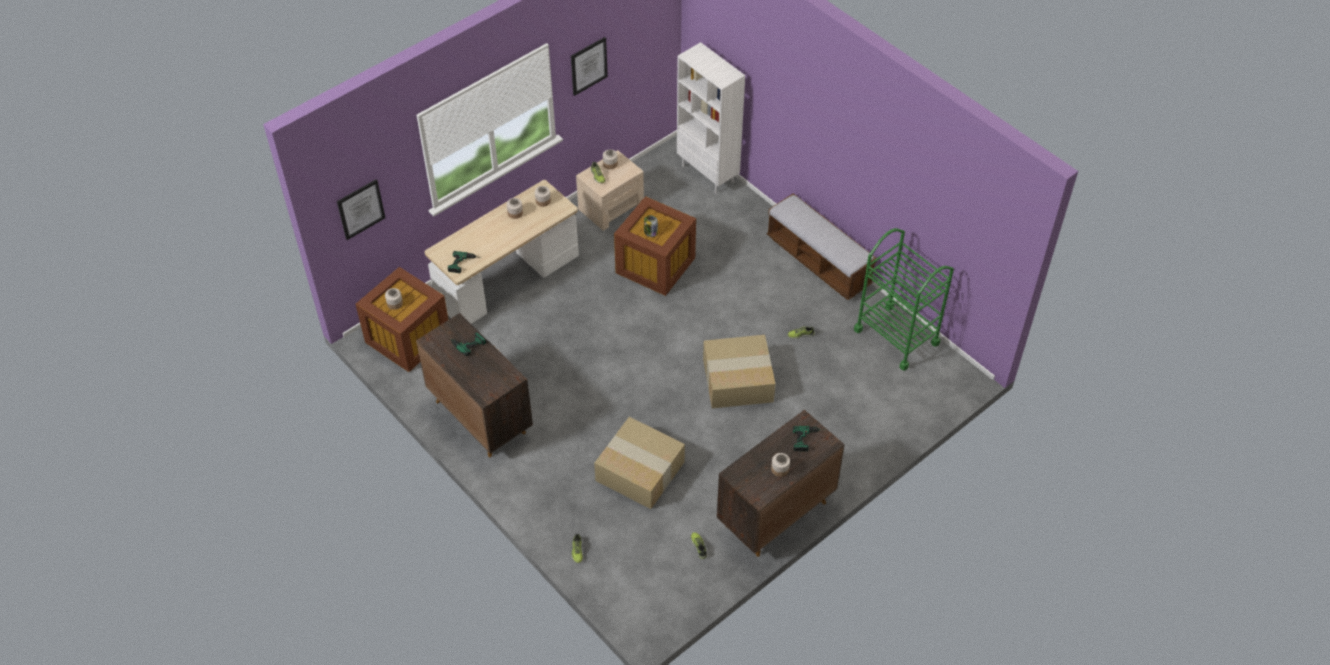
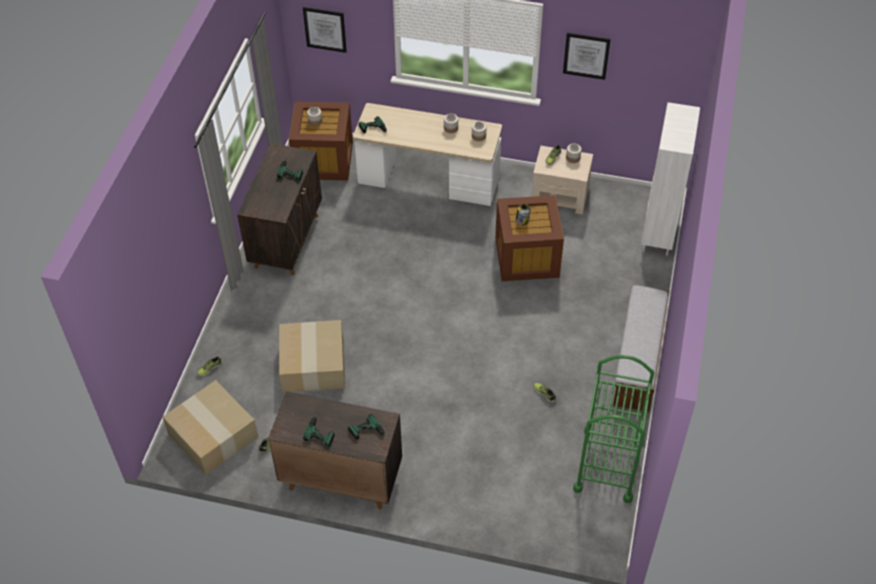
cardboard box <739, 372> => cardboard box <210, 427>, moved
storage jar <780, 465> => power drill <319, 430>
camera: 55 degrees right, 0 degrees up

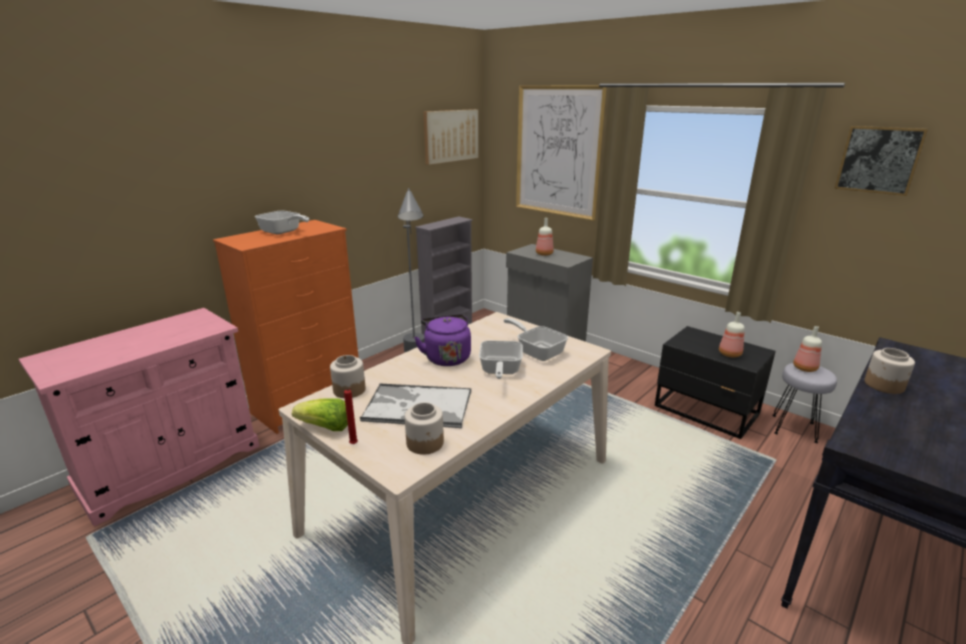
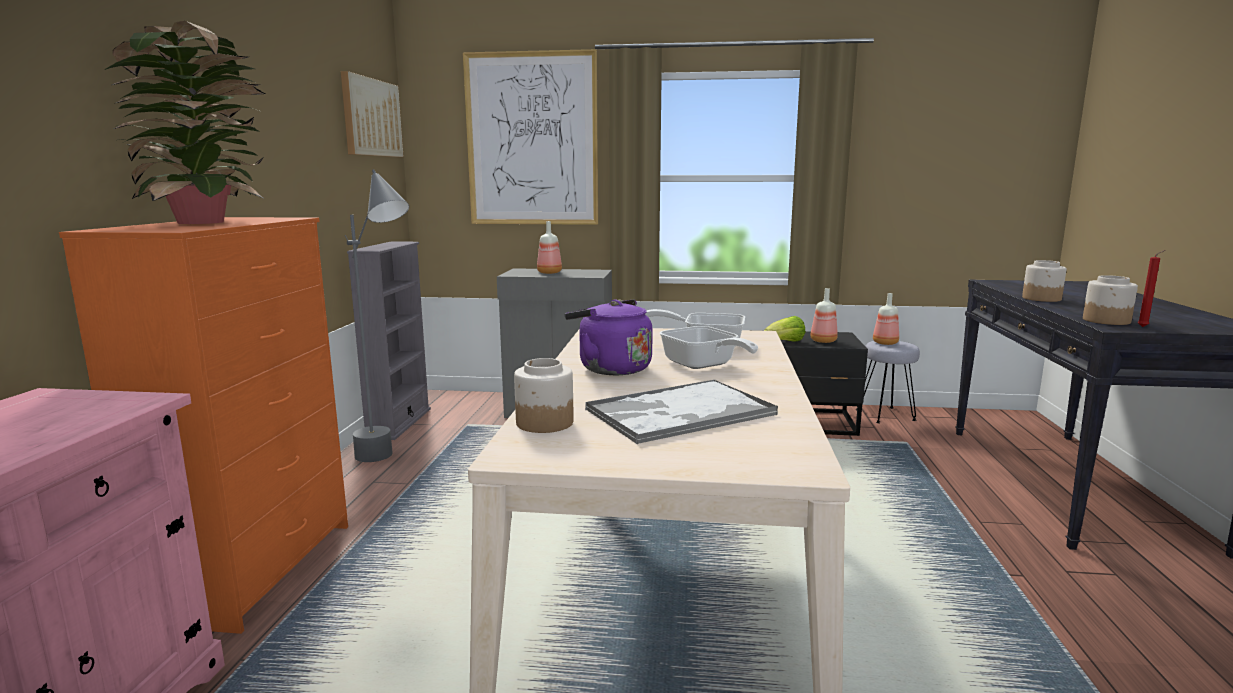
frying pan <282, 222> => houseplant <184, 122>
head of lettuce <320, 414> => head of lettuce <784, 329>, moved
storage jar <424, 428> => storage jar <1110, 300>, moved
red-coloured wax light <351, 415> => red-coloured wax light <1152, 288>, moved
wall picture <881, 161> => nothing
camera: 35 degrees left, 10 degrees down

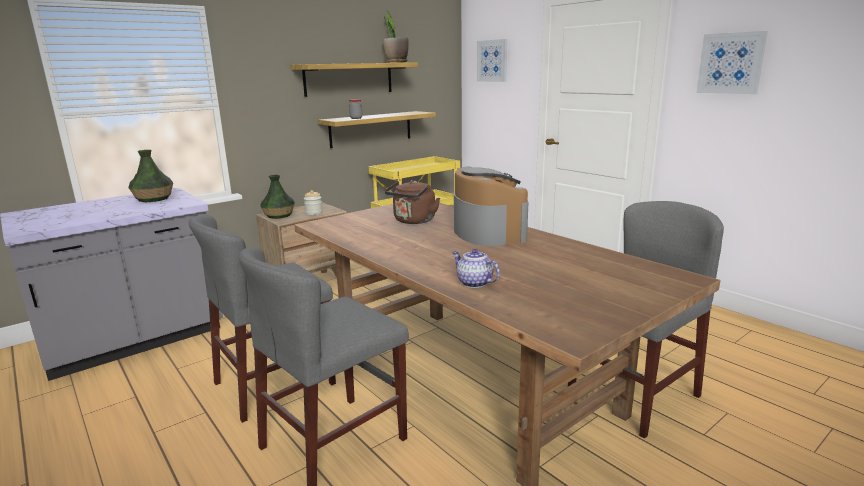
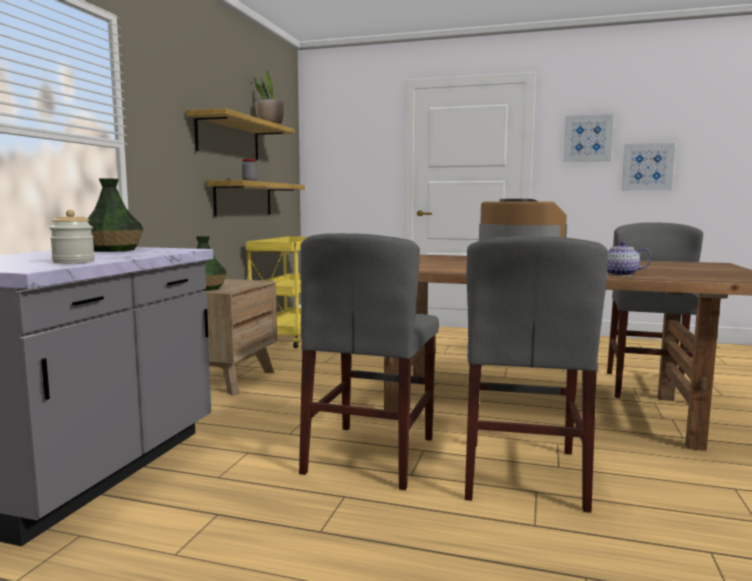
storage jar <313, 202> => storage jar <72, 237>, moved
wall picture <492, 60> => wall picture <648, 166>, moved
brownish kettle <412, 202> => nothing
camera: 35 degrees left, 10 degrees down

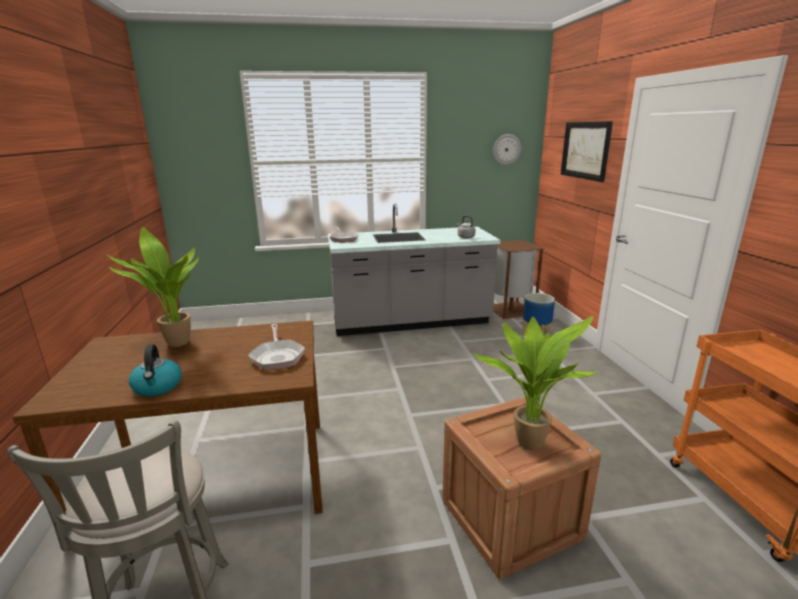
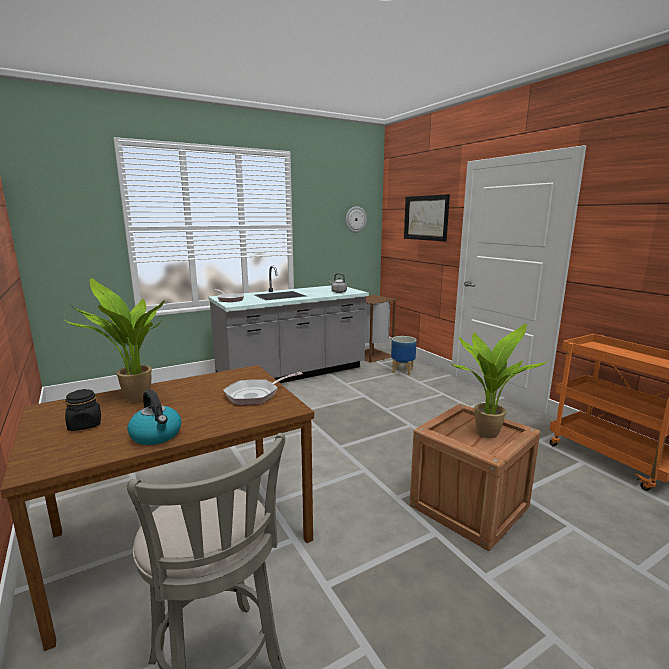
nothing => blackish storage jar <83, 410>
frying pan <276, 347> => frying pan <263, 388>, 90 degrees clockwise
camera: 20 degrees left, 5 degrees down

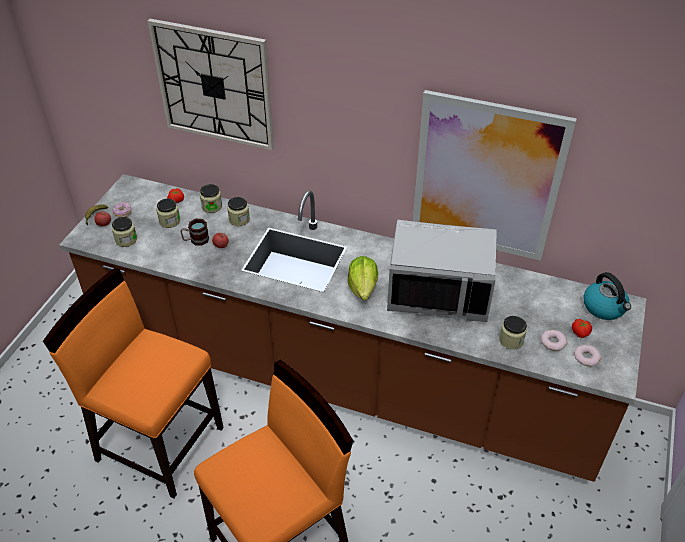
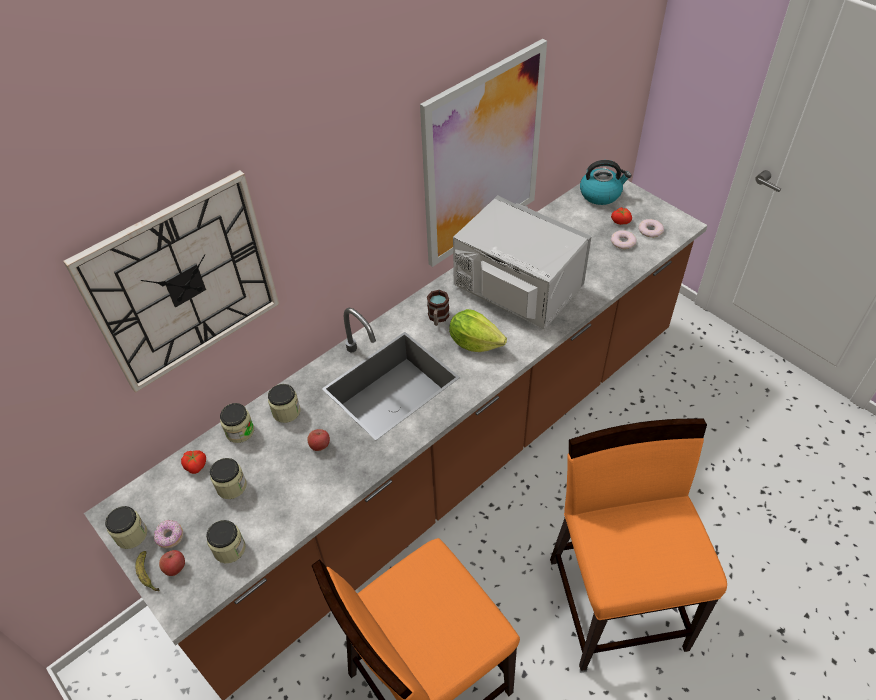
storage jar <513, 333> => storage jar <126, 527>, moved
tea mug <194, 232> => tea mug <438, 308>, moved
greyish microwave <442, 271> => greyish microwave <522, 263>, 90 degrees counterclockwise
camera: 60 degrees left, 5 degrees up

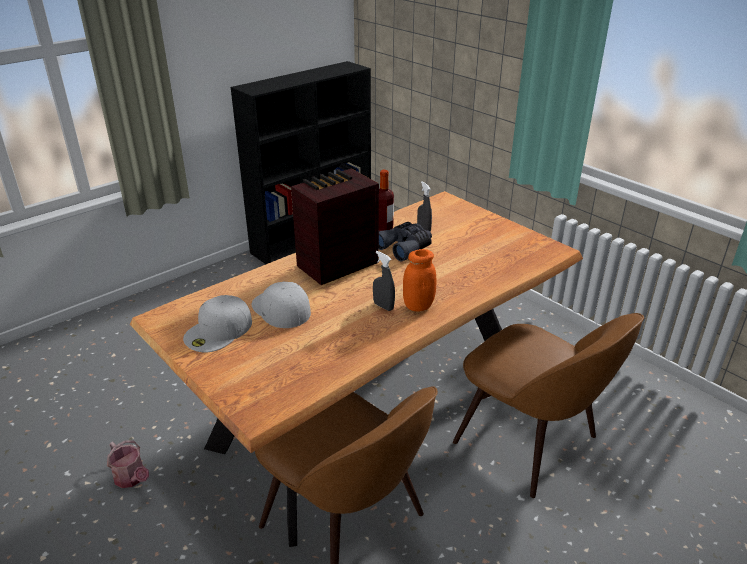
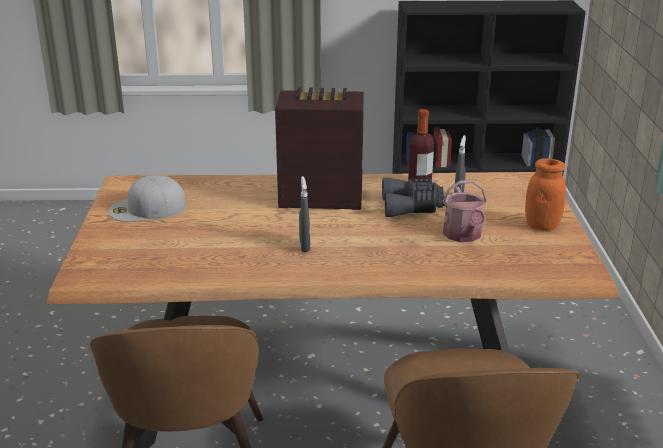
watering can <128, 464> => watering can <465, 211>, moved
orange storage jar <420, 280> => orange storage jar <545, 194>, moved
white-coloured peaked cap <281, 305> => nothing
camera: 40 degrees right, 5 degrees down

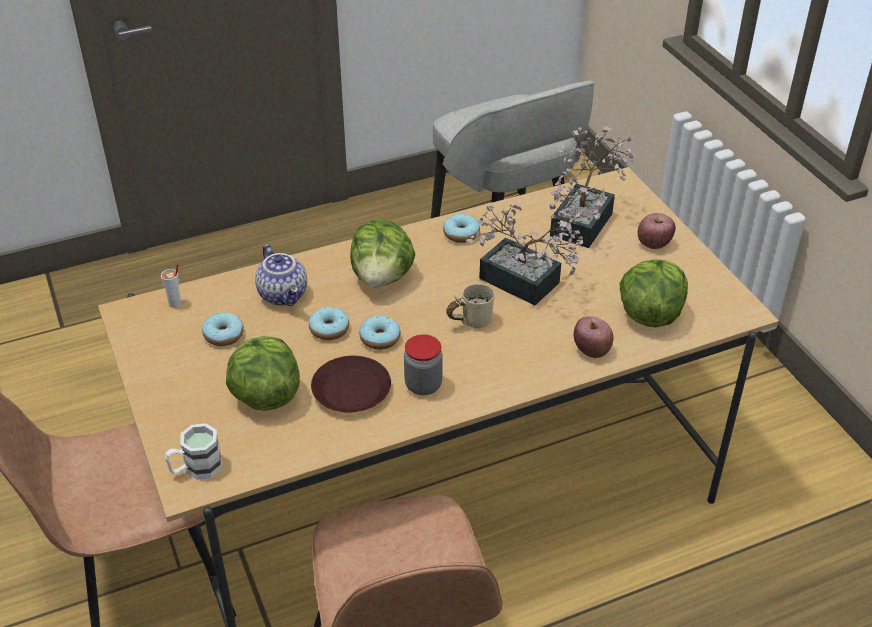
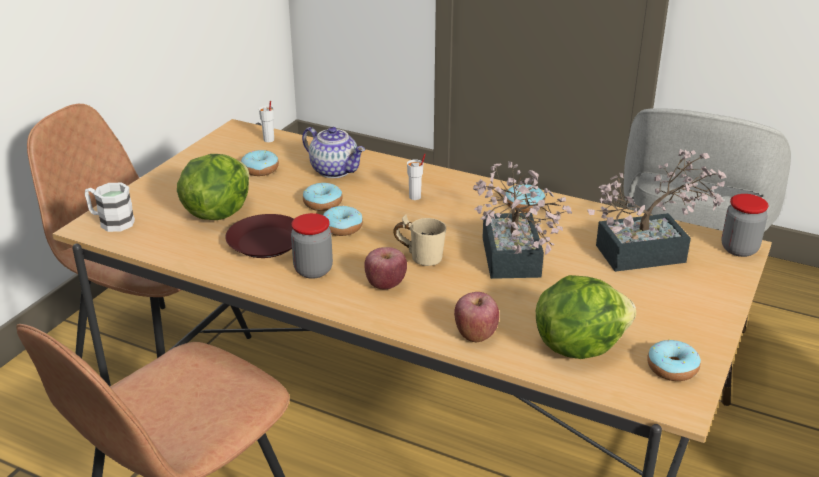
teapot <281, 275> => teapot <333, 152>, 75 degrees counterclockwise
apple fruit <656, 231> => apple fruit <385, 268>, moved
head of lettuce <382, 253> => white-coloured drinking cup <416, 176>
nothing => ring doughnut <674, 360>
nothing => storage jar <745, 225>
camera: 50 degrees right, 10 degrees down

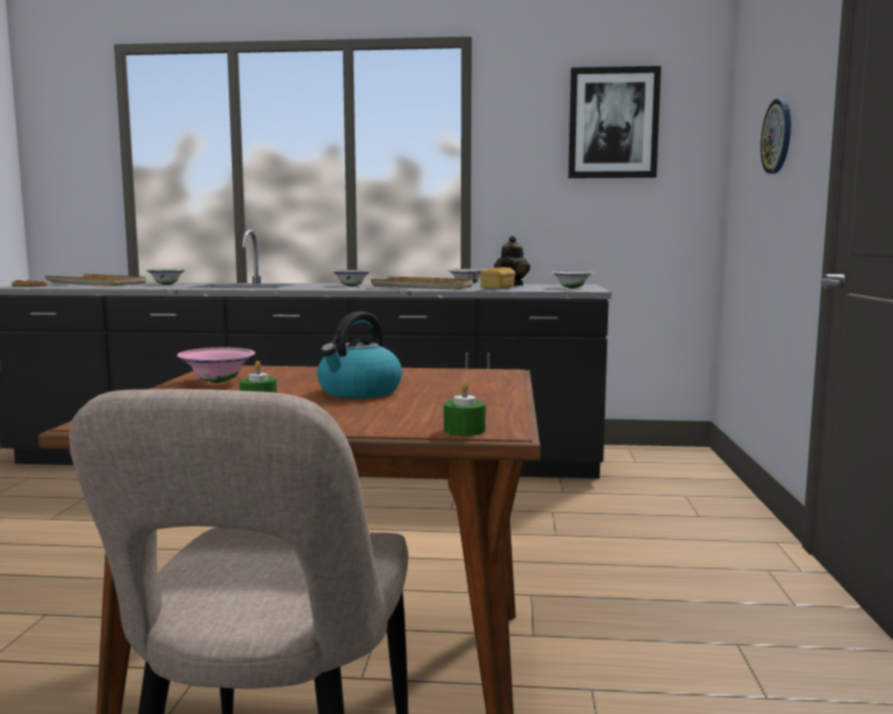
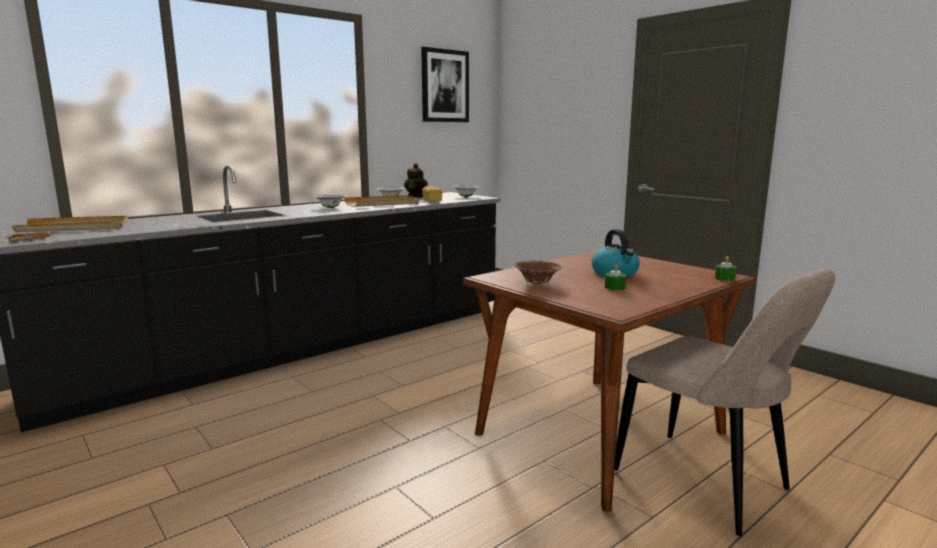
pink-coloured deep dish <216, 365> => brownish deep dish <538, 273>
white-coloured deep dish <166, 277> => nothing
clock on the wall <775, 136> => nothing
camera: 45 degrees left, 5 degrees up

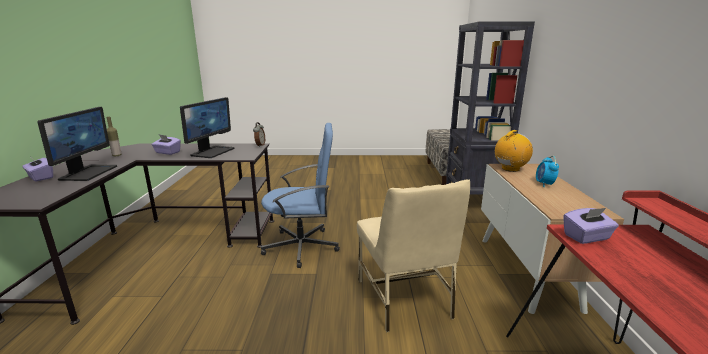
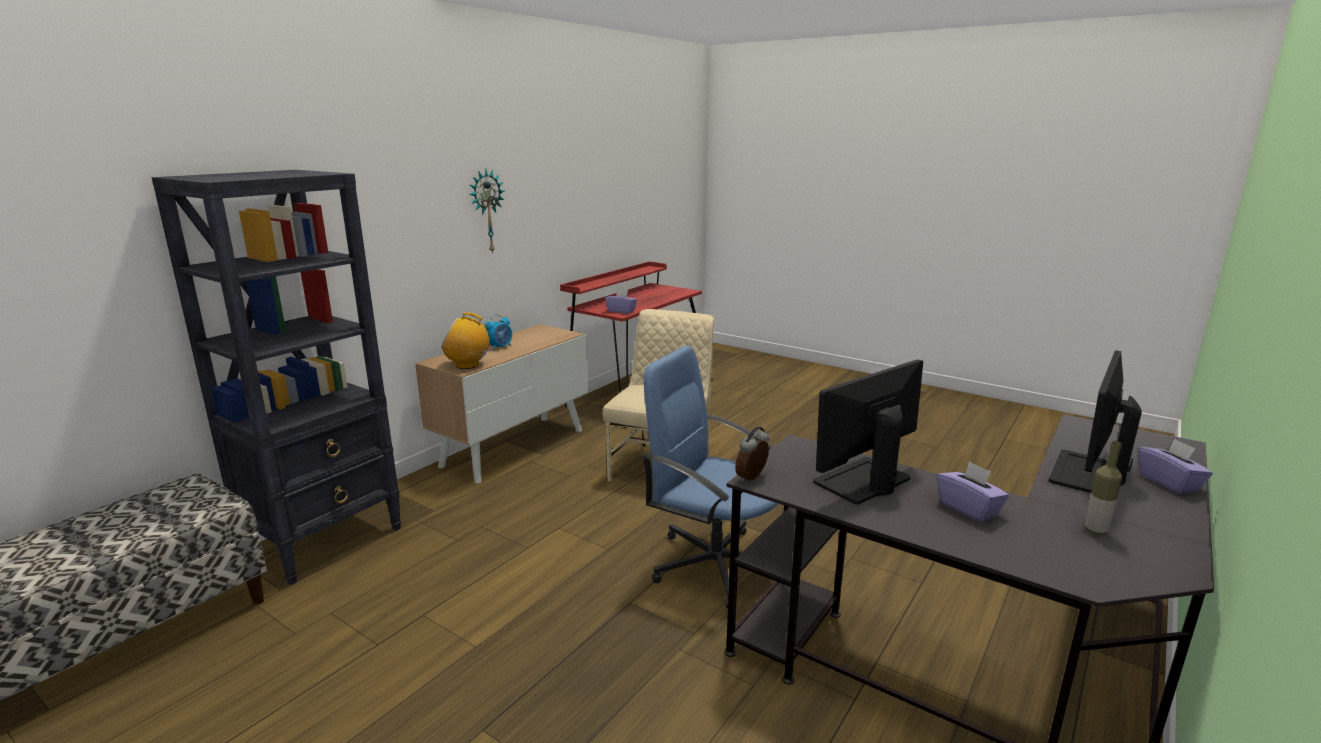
nothing => clock on the wall <486, 211>
camera: 145 degrees left, 0 degrees up

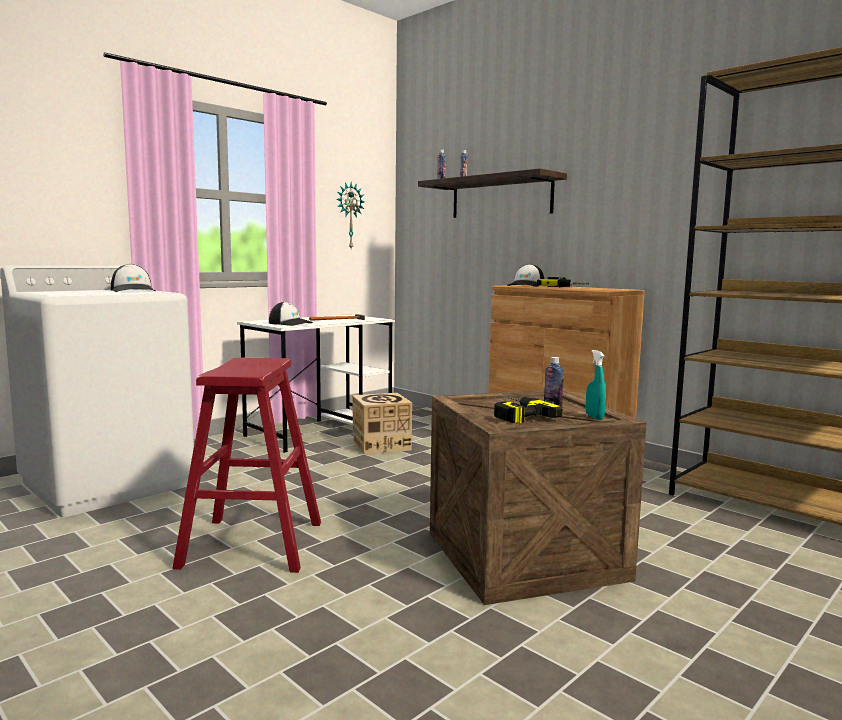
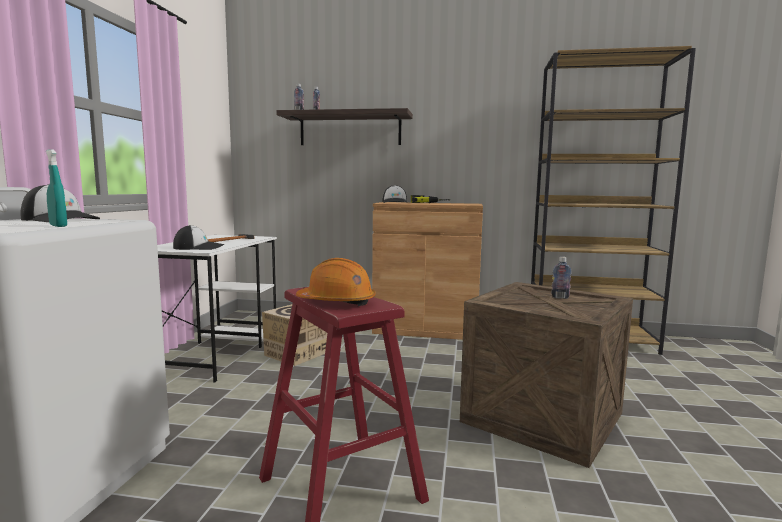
turquoise-coloured sprayer <596, 385> => turquoise-coloured sprayer <56, 188>, moved
nothing => orange hard hat <335, 282>
clock on the wall <350, 215> => nothing
power drill <528, 409> => nothing
camera: 35 degrees left, 0 degrees up

